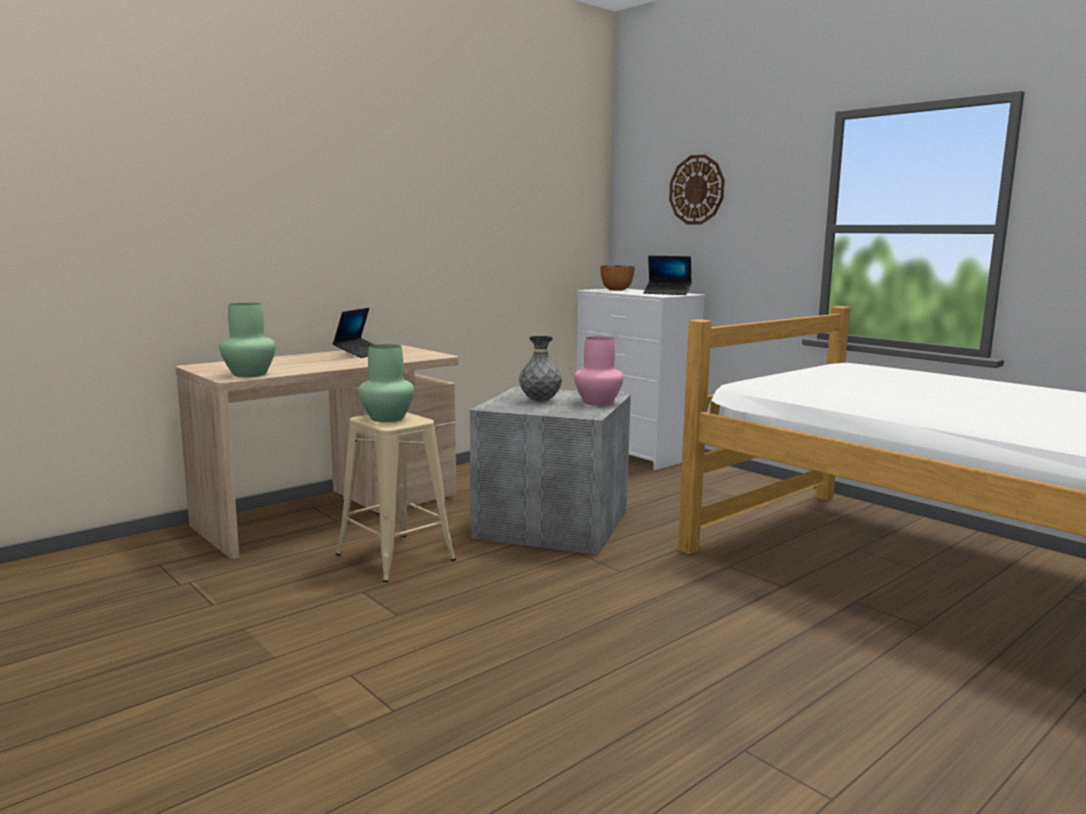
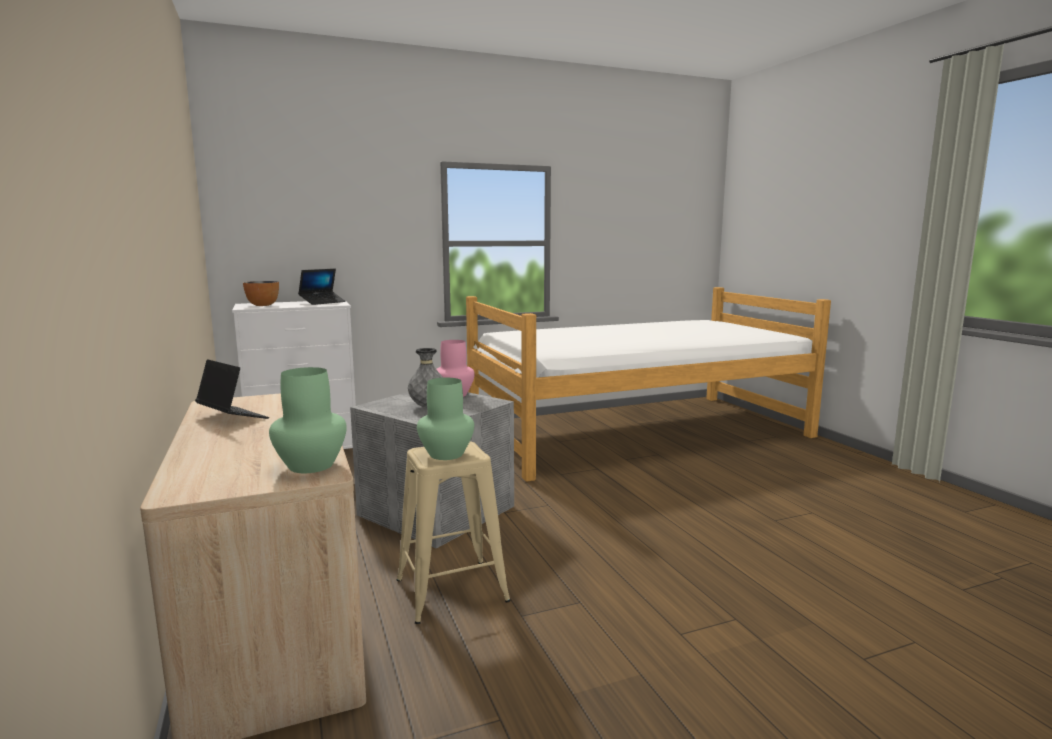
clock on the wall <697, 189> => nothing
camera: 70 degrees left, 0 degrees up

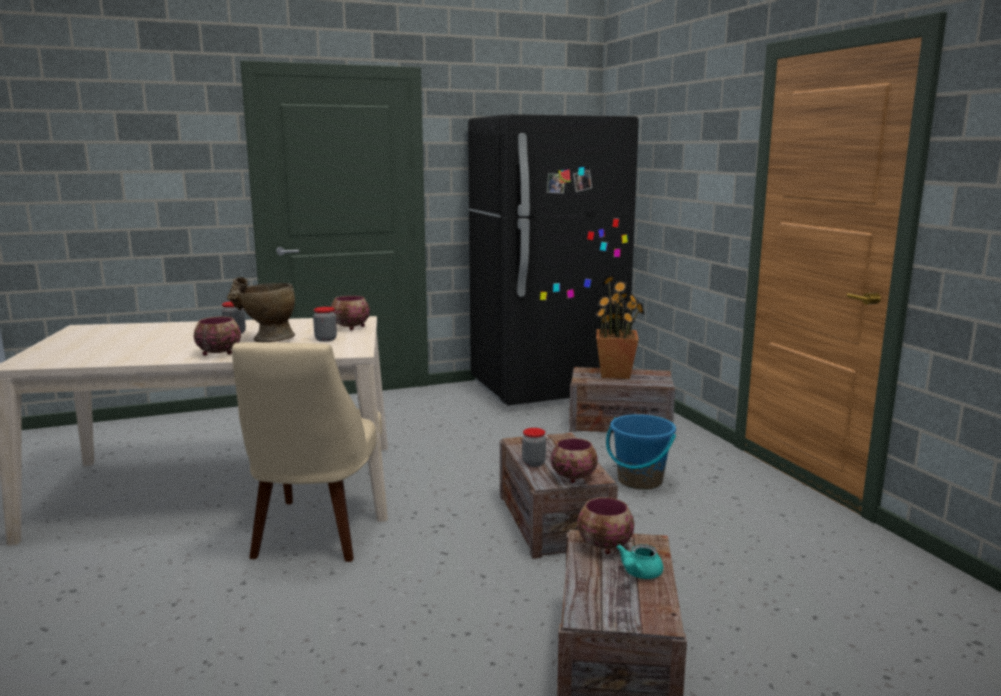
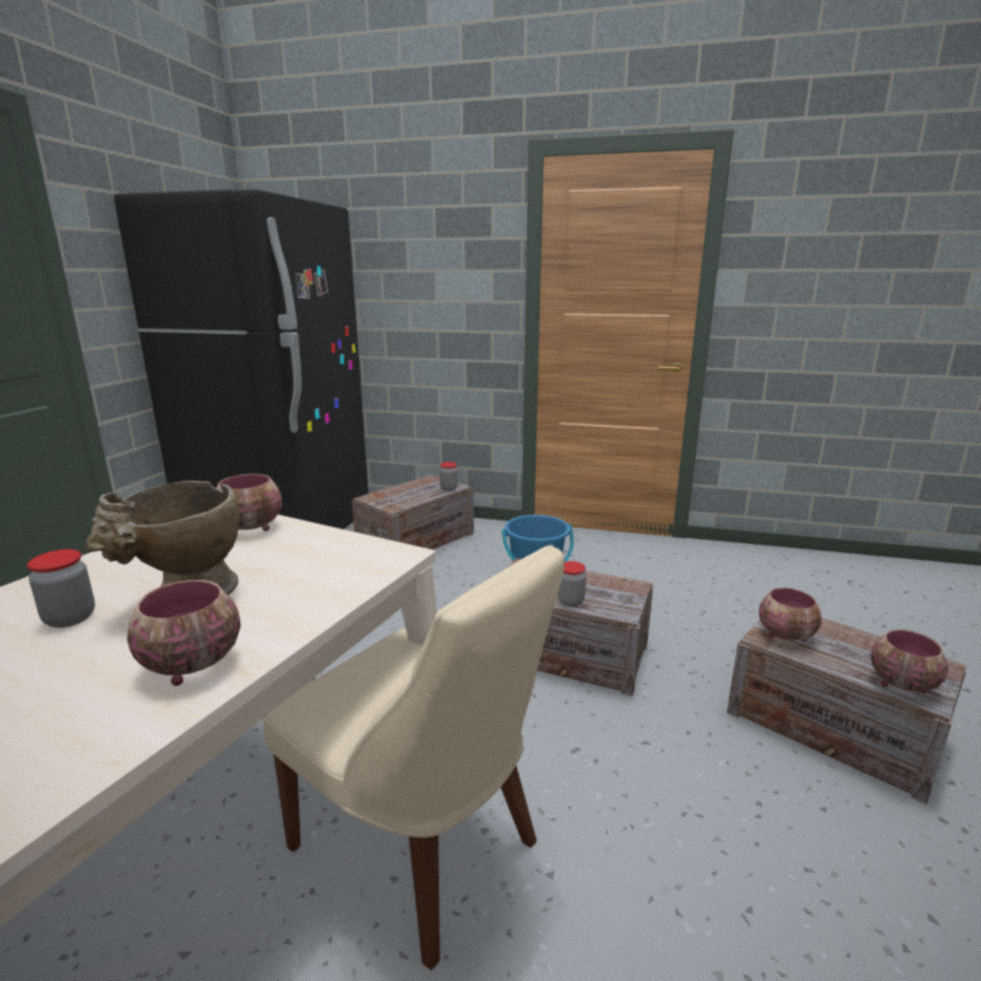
storage jar <325, 324> => storage jar <449, 476>, moved
deep dish <574, 460> => deep dish <909, 661>, moved
houseplant <619, 327> => nothing
turquoise-coloured teapot <639, 561> => nothing
camera: 55 degrees left, 5 degrees up

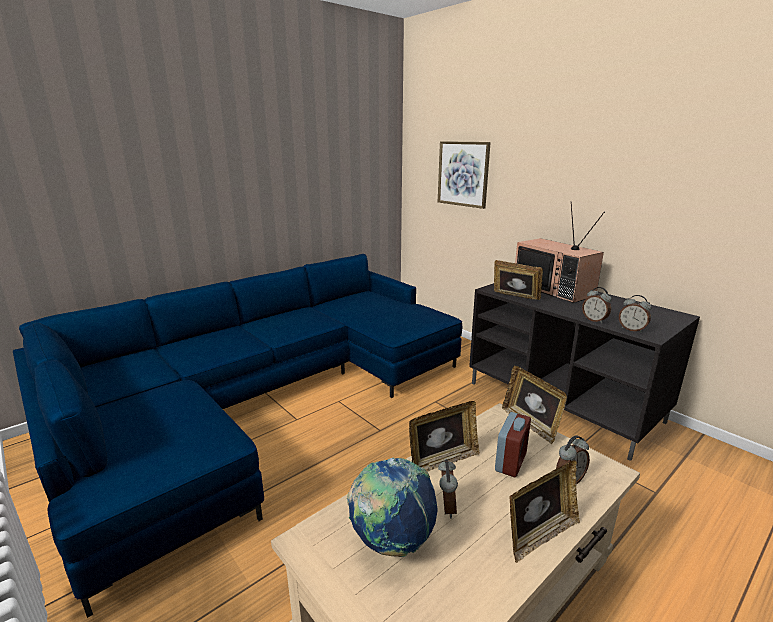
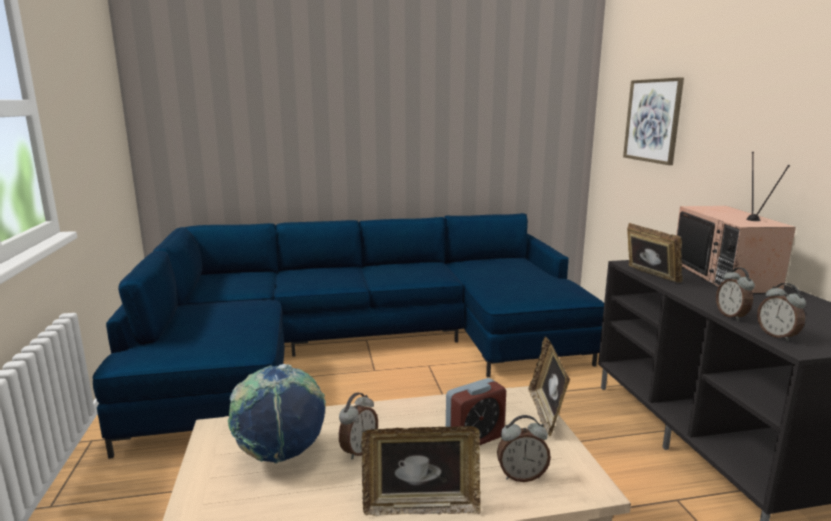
picture frame <444, 436> => nothing
camera: 30 degrees right, 5 degrees down

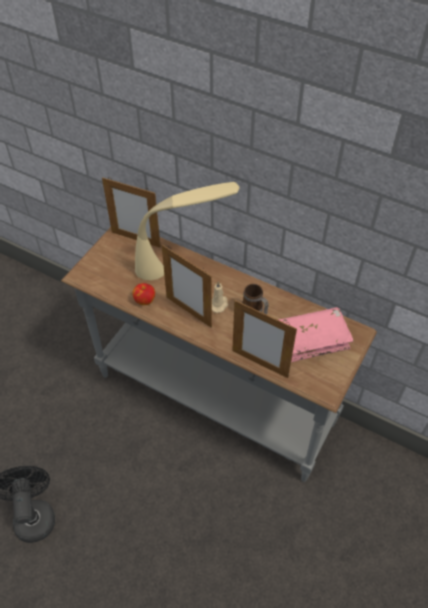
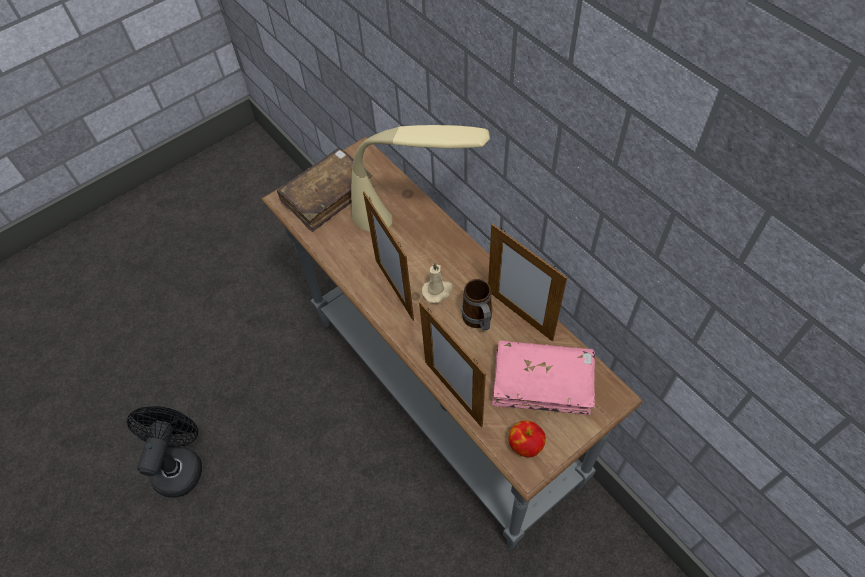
nothing => brownish book <325, 190>
picture frame <131, 212> => picture frame <527, 282>, moved
apple fruit <144, 294> => apple fruit <527, 439>, moved
camera: 25 degrees right, 5 degrees up

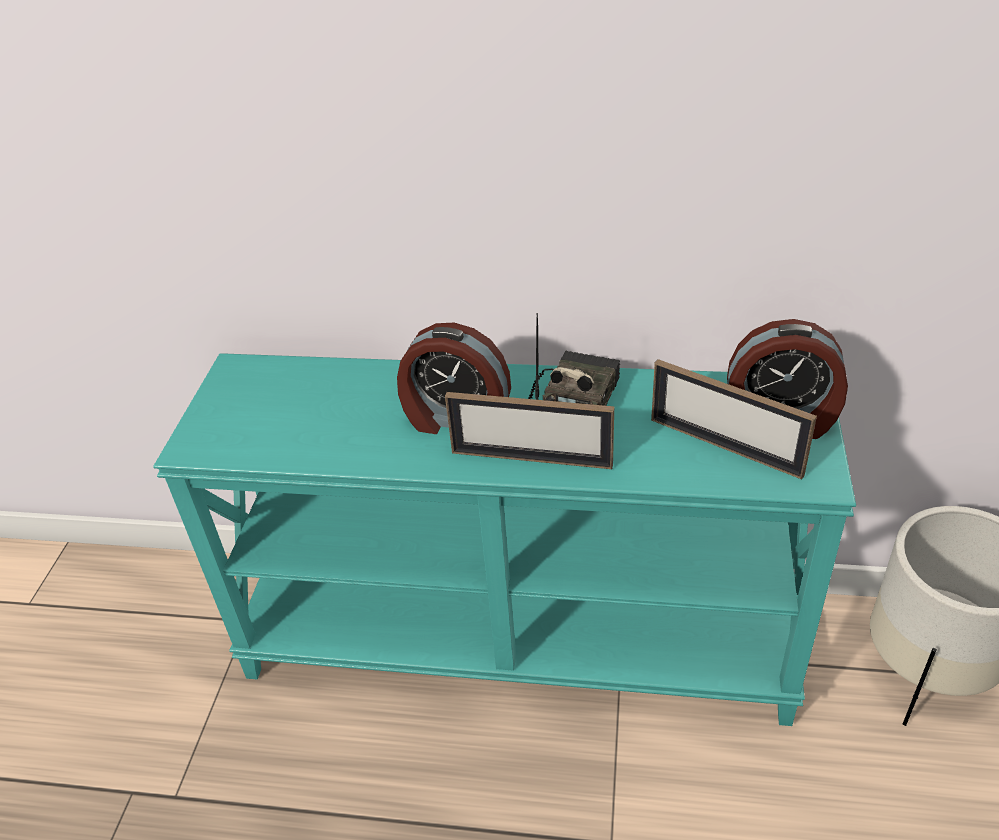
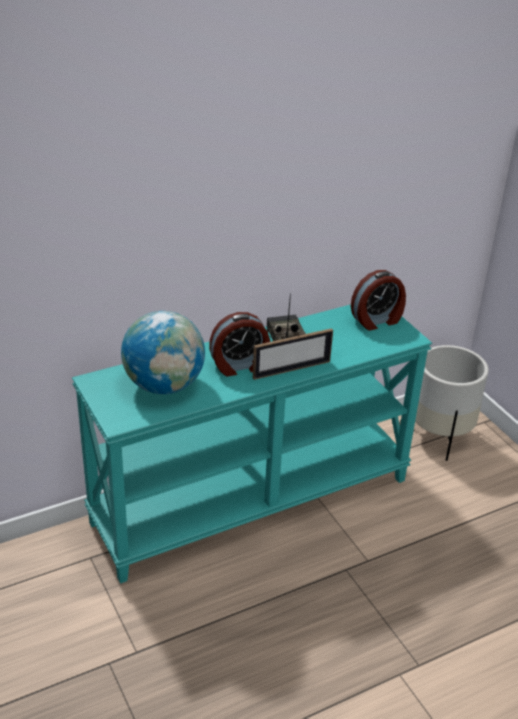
nothing => desk globe <163, 352>
picture frame <734, 419> => nothing
camera: 40 degrees left, 5 degrees down

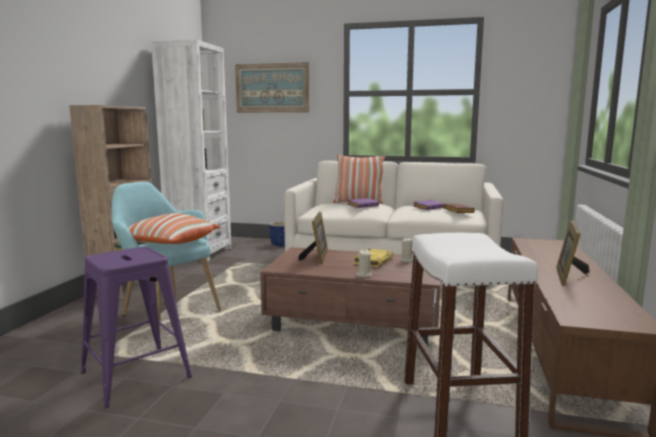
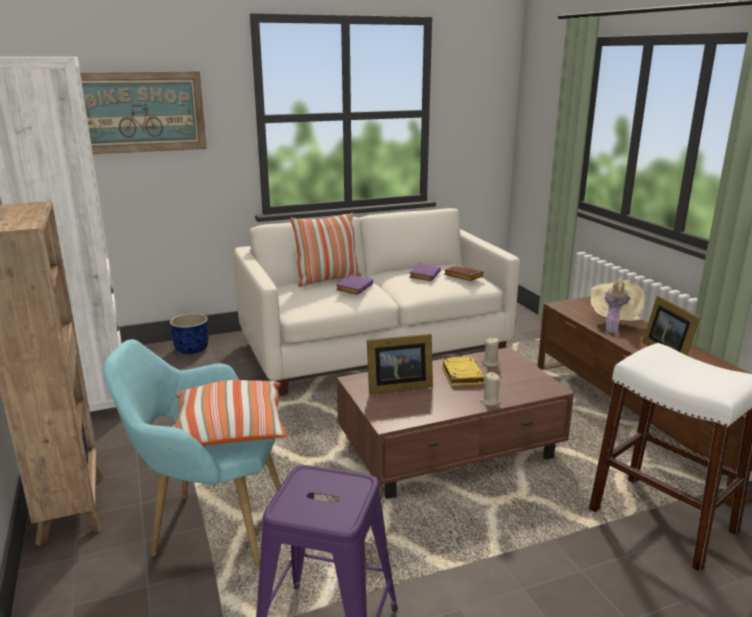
picture frame <313, 238> => picture frame <400, 364>, 105 degrees clockwise
nothing => sand-coloured clothing hat <617, 307>
camera: 35 degrees left, 10 degrees up

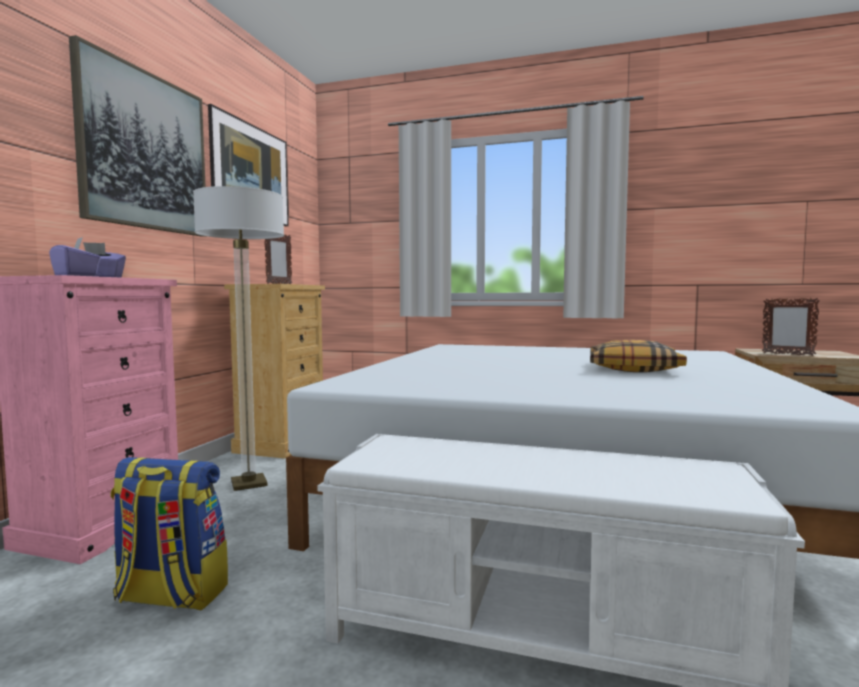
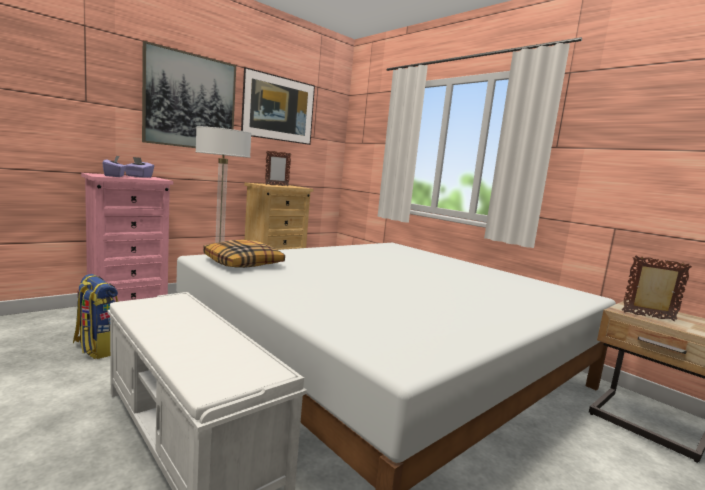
pillow <638, 356> => pillow <244, 254>, moved
picture frame <791, 327> => picture frame <657, 288>, 135 degrees clockwise
camera: 30 degrees right, 5 degrees up

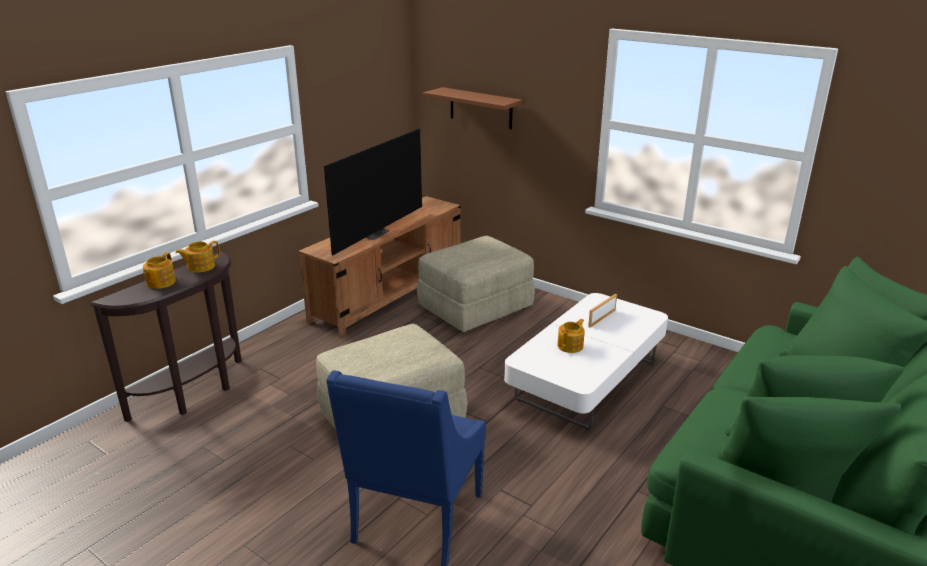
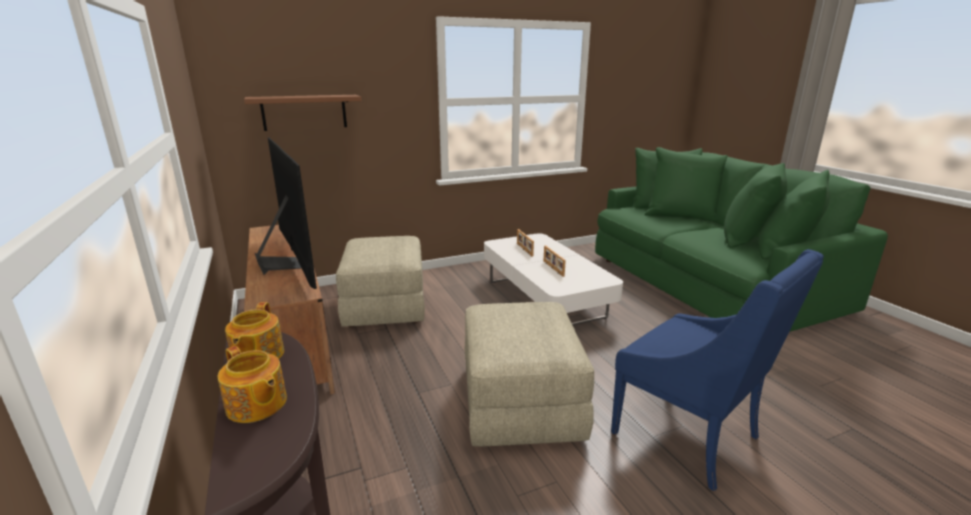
teapot <571, 336> => picture frame <555, 261>
camera: 60 degrees left, 5 degrees down

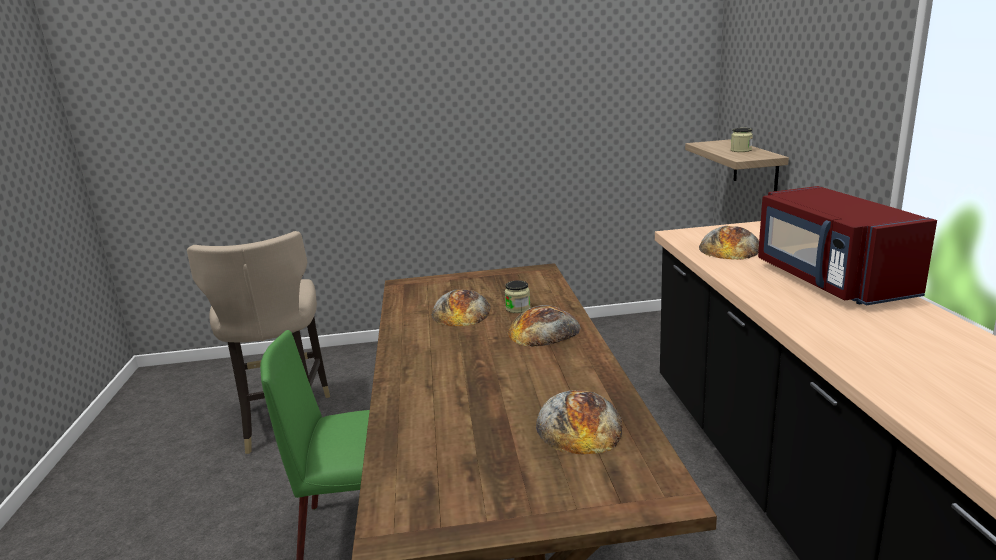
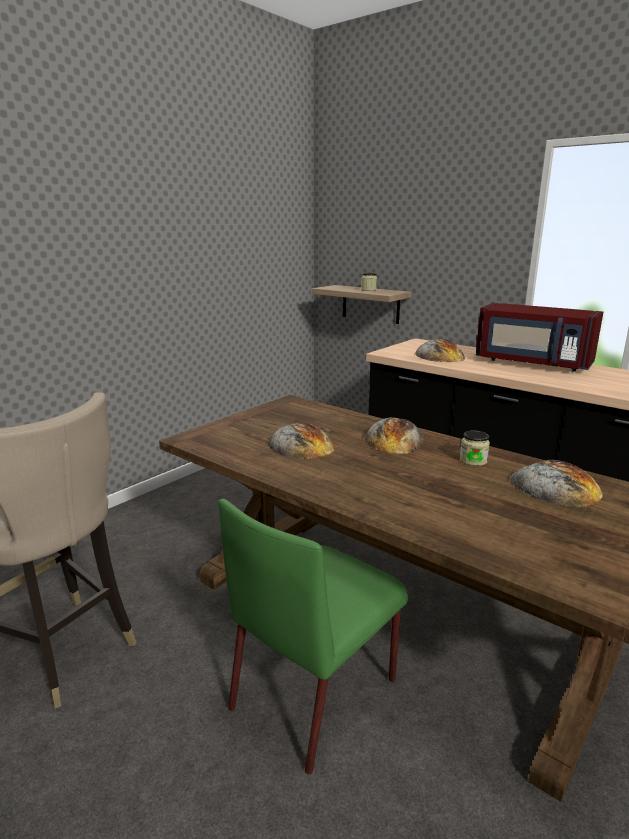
storage jar <518, 296> => storage jar <475, 448>, moved
camera: 45 degrees left, 0 degrees up

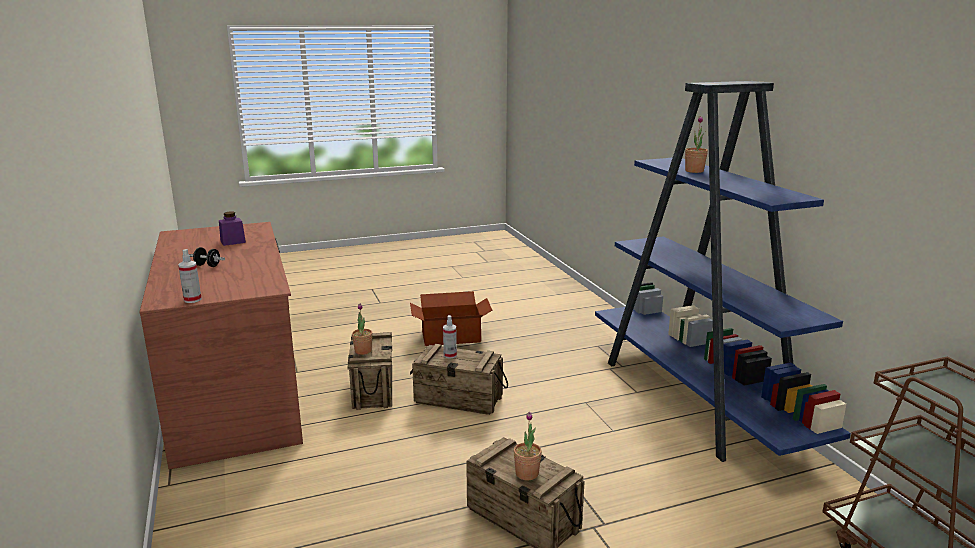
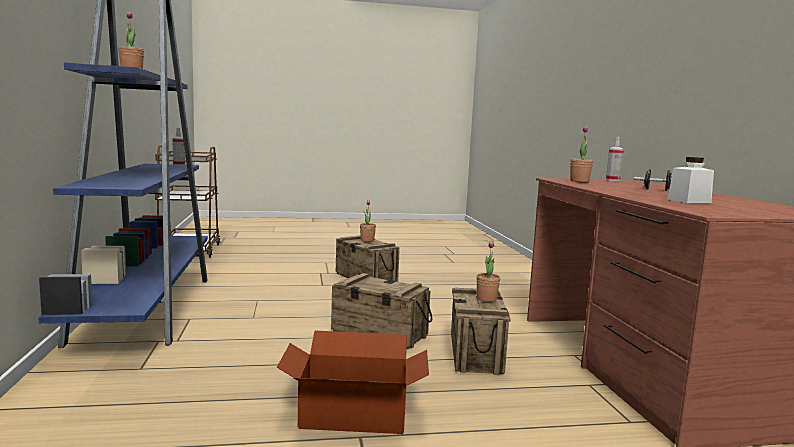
sprayer <450, 337> => sprayer <178, 147>, moved
nothing => houseplant <581, 154>
purplish storage jar <232, 228> => white-coloured storage jar <690, 180>
camera: 170 degrees left, 10 degrees down

